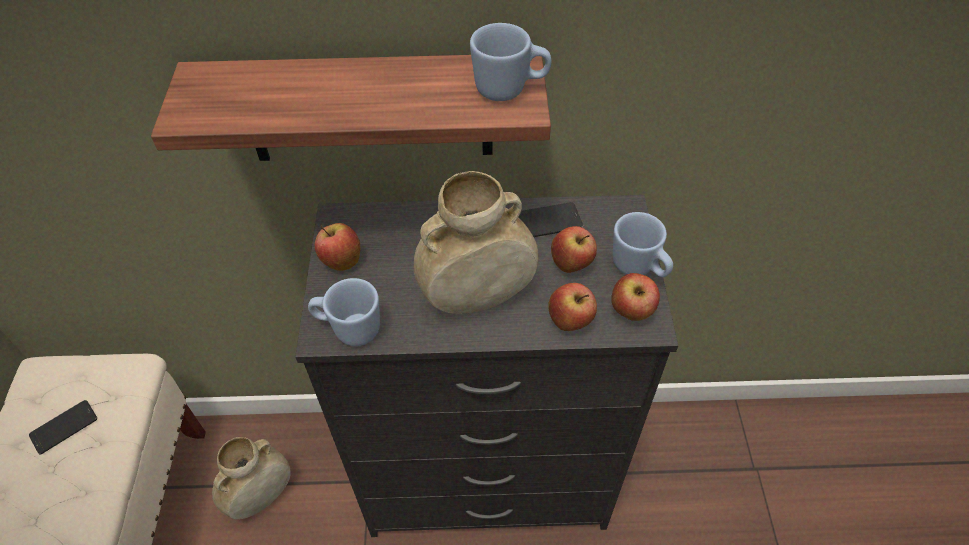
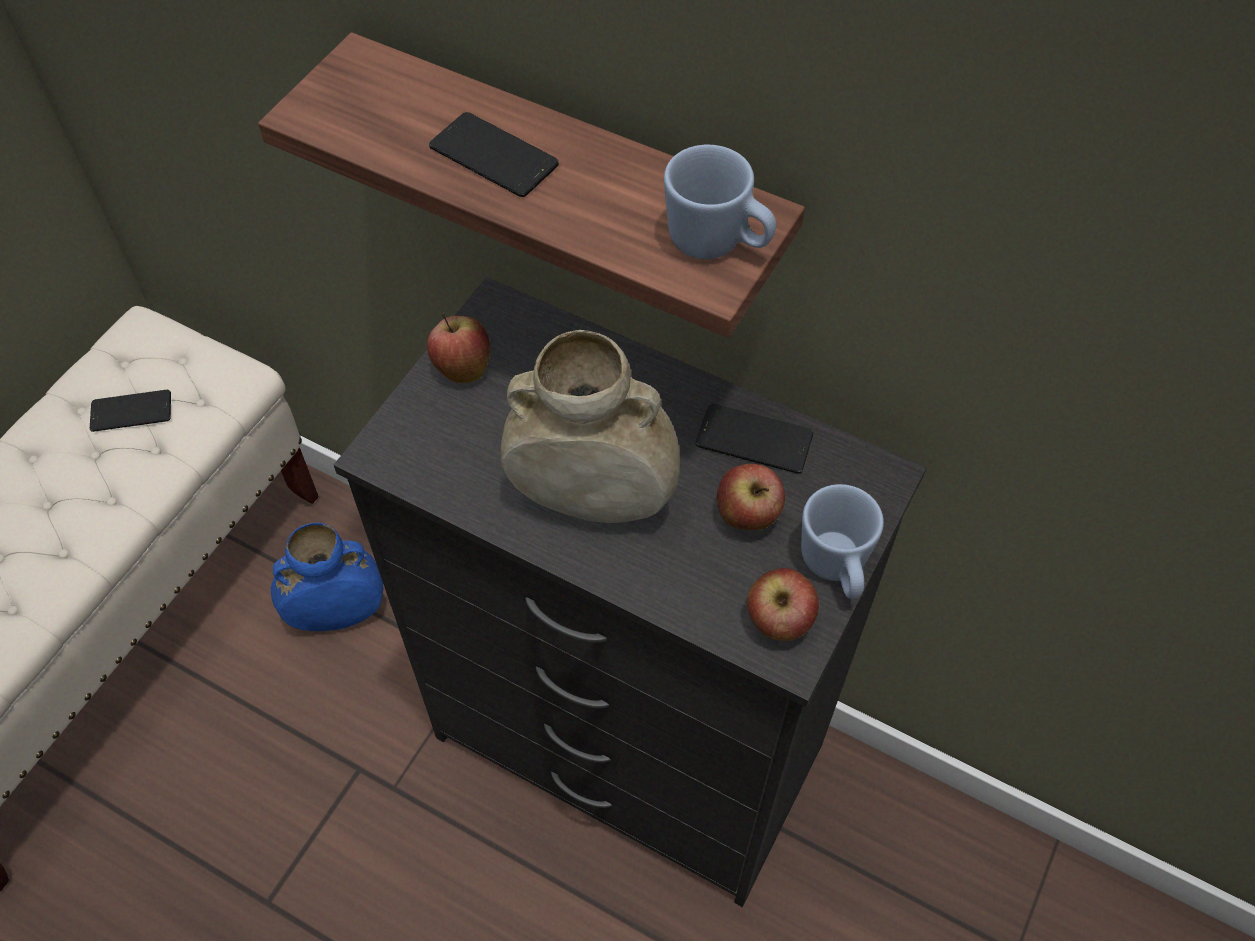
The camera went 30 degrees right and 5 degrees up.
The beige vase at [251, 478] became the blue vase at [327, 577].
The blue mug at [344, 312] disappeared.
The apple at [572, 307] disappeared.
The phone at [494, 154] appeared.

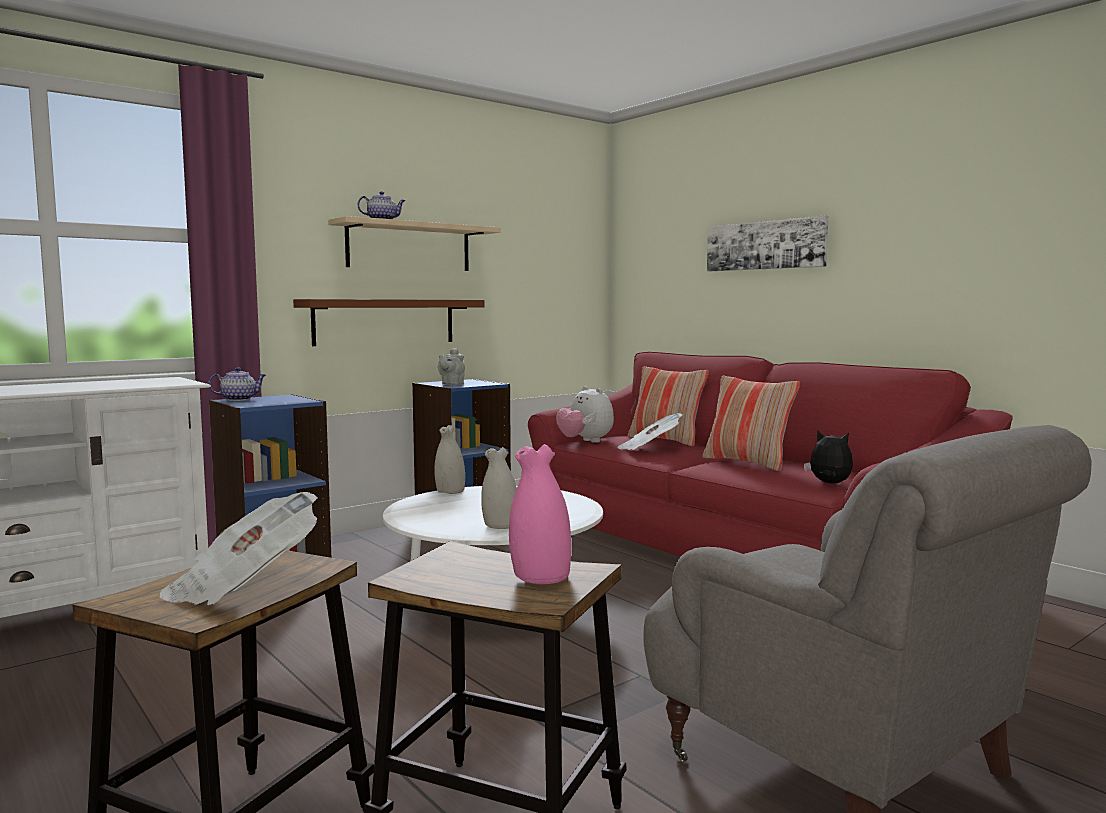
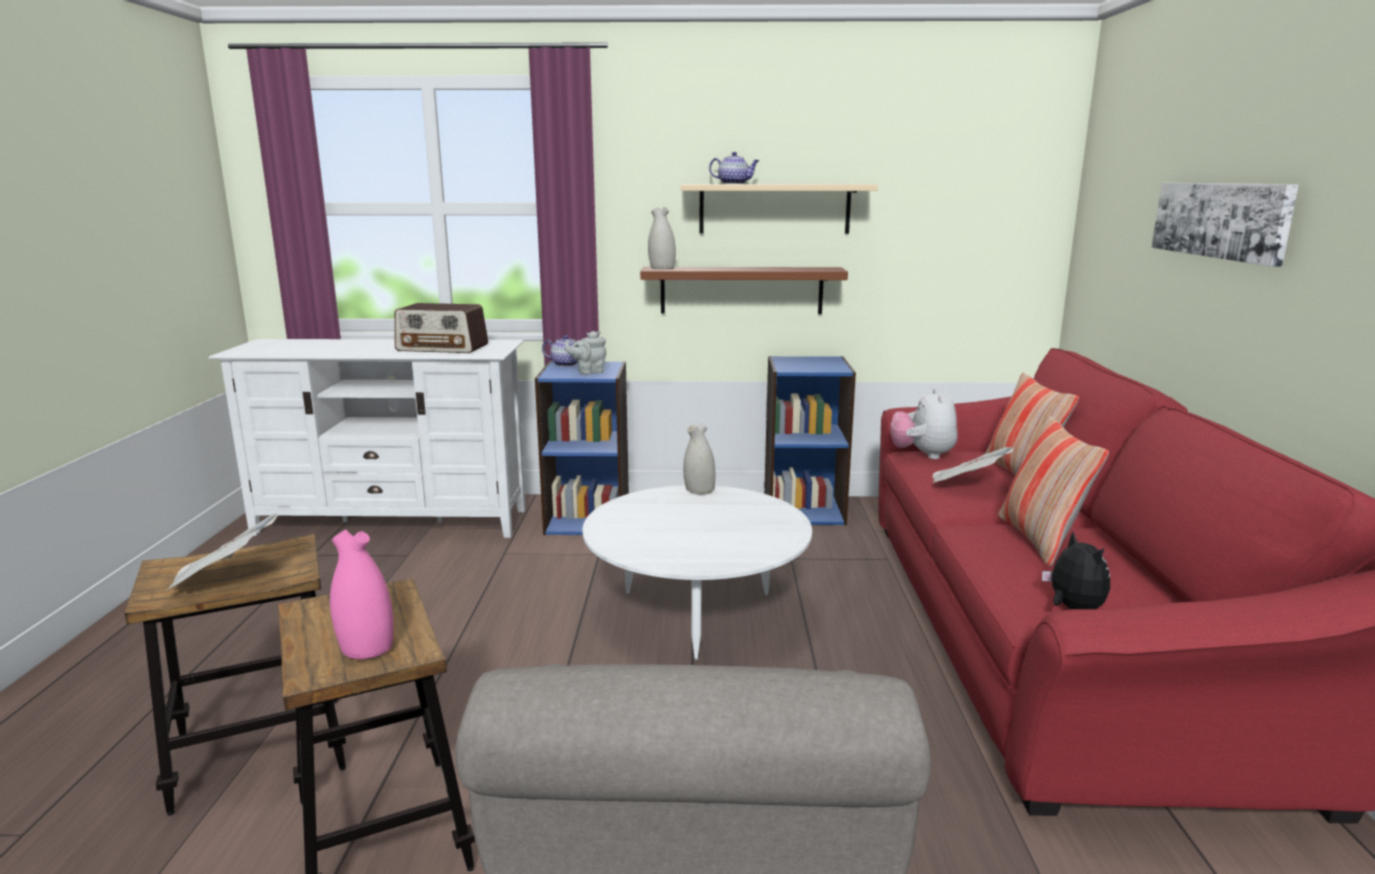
The camera went 40 degrees right and 10 degrees up.
The grey teapot moved from [451, 367] to [585, 353].
The white vase moved from [499, 488] to [662, 238].
The radio at [441, 328] appeared.

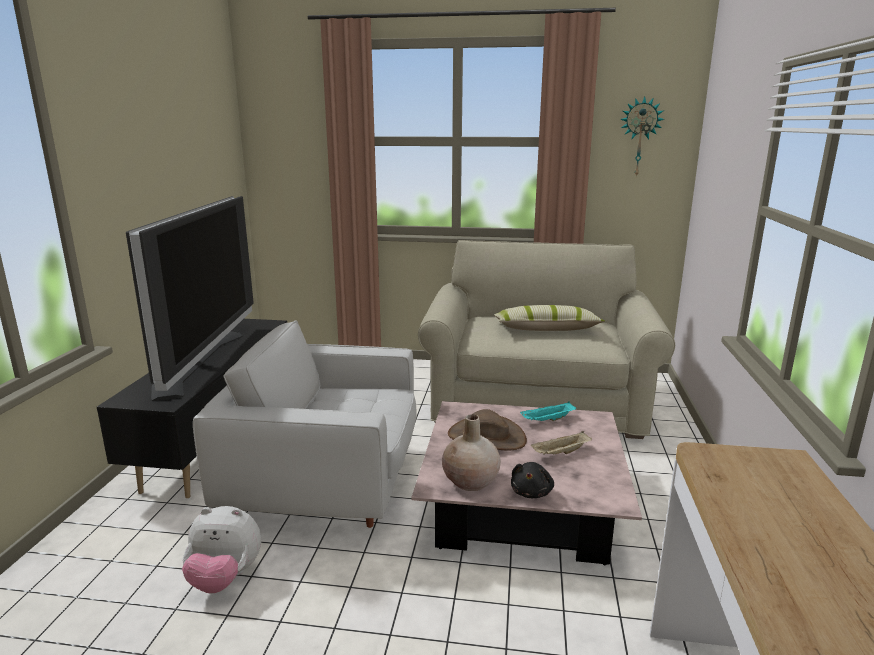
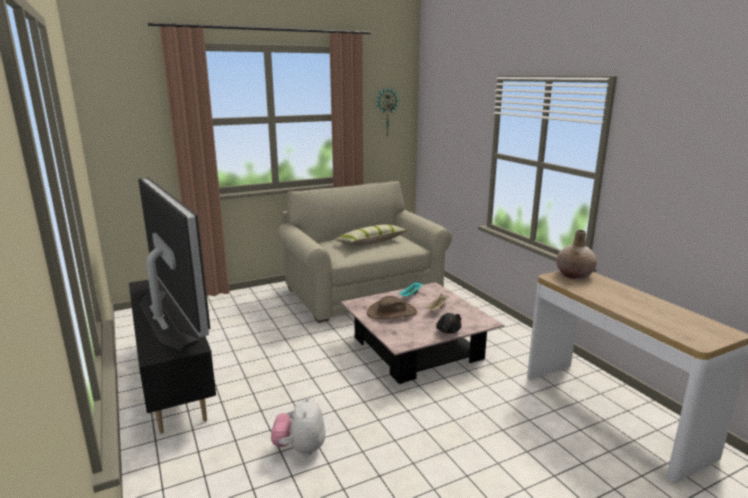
The camera went 35 degrees left and 0 degrees up.
The plush toy at [221, 549] turned 120 degrees clockwise.
The white armchair at [304, 424] disappeared.
The beige vase moved from [471, 452] to [576, 254].

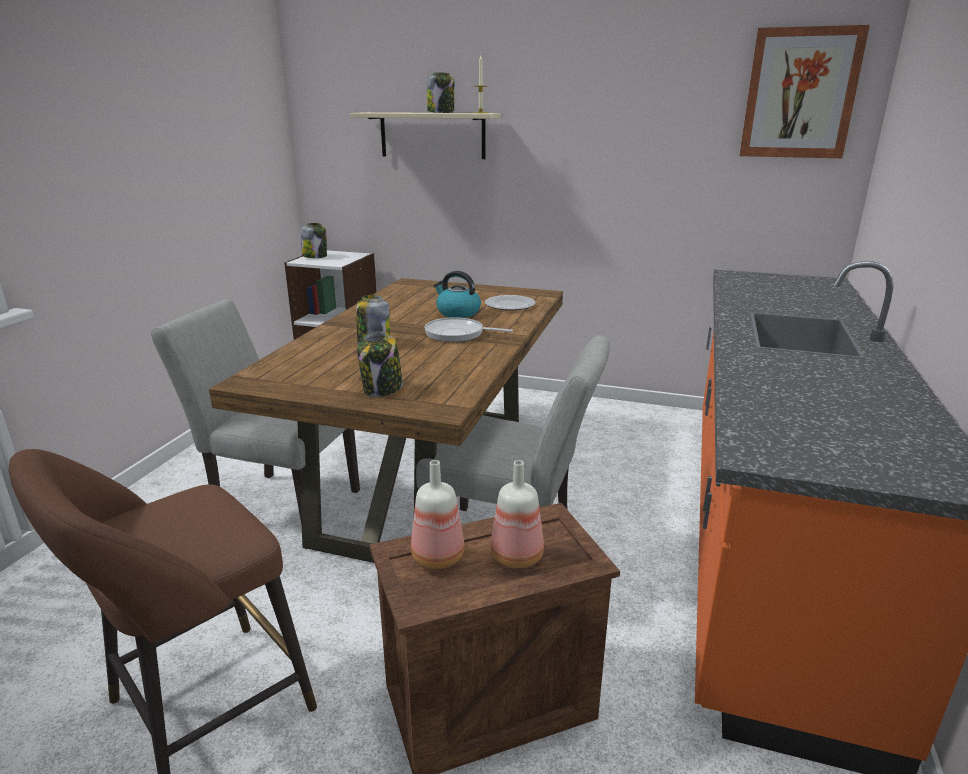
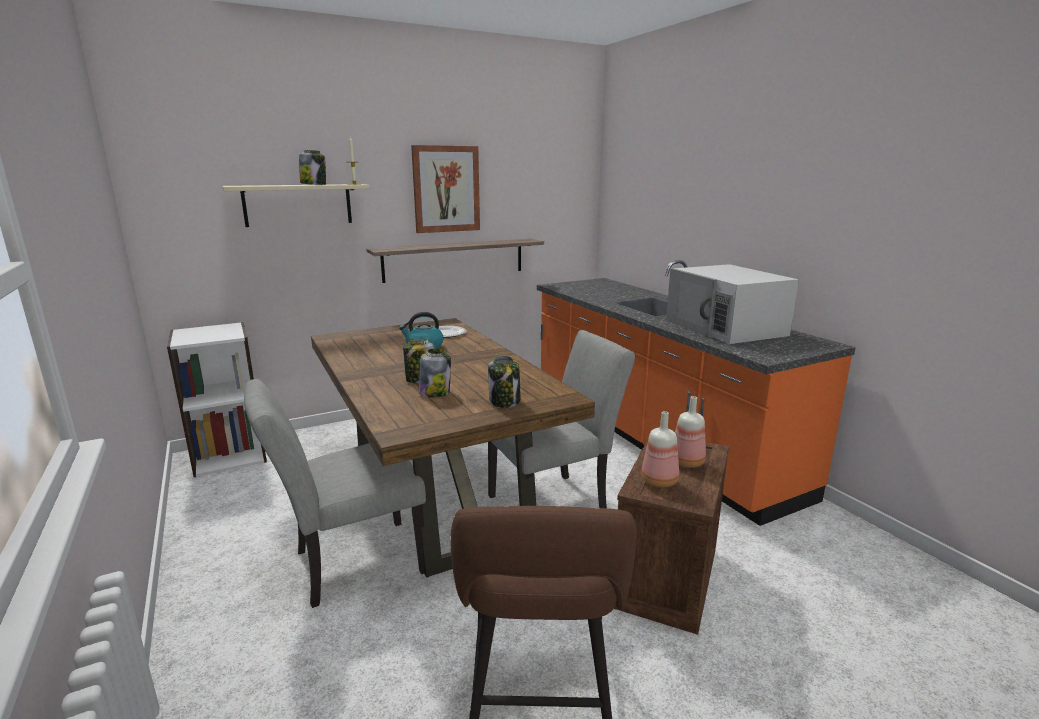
The camera went 45 degrees left and 5 degrees down.
The jar moved from [314, 240] to [435, 373].
The frying pan at [468, 329] disappeared.
The picture moved from [804, 91] to [445, 189].
The shelf at [455, 260] appeared.
The white microwave at [732, 304] appeared.

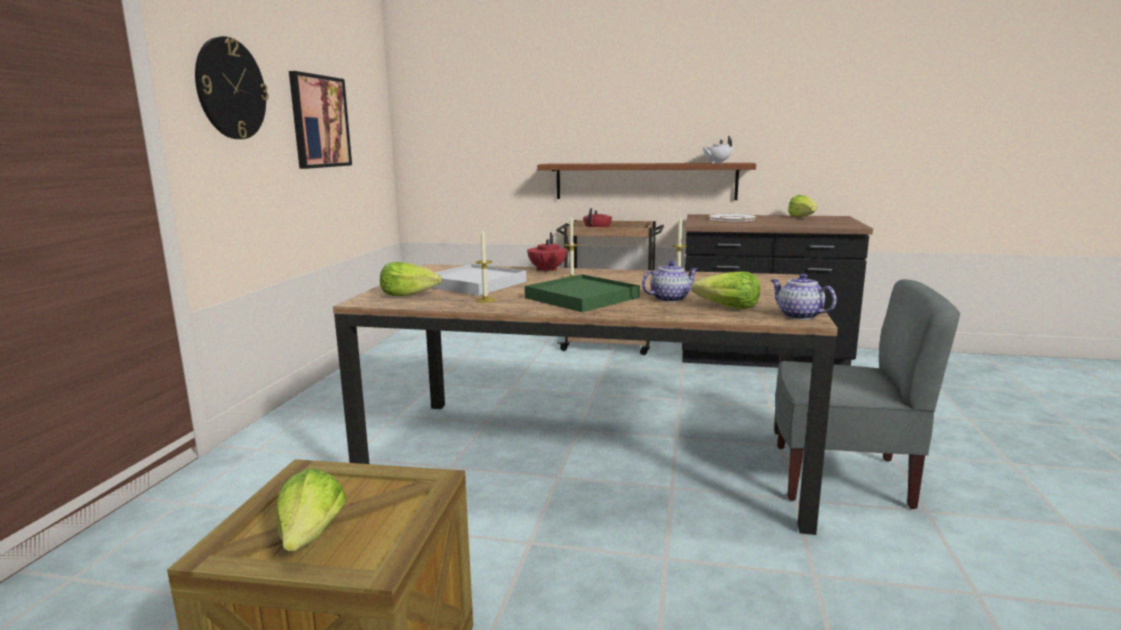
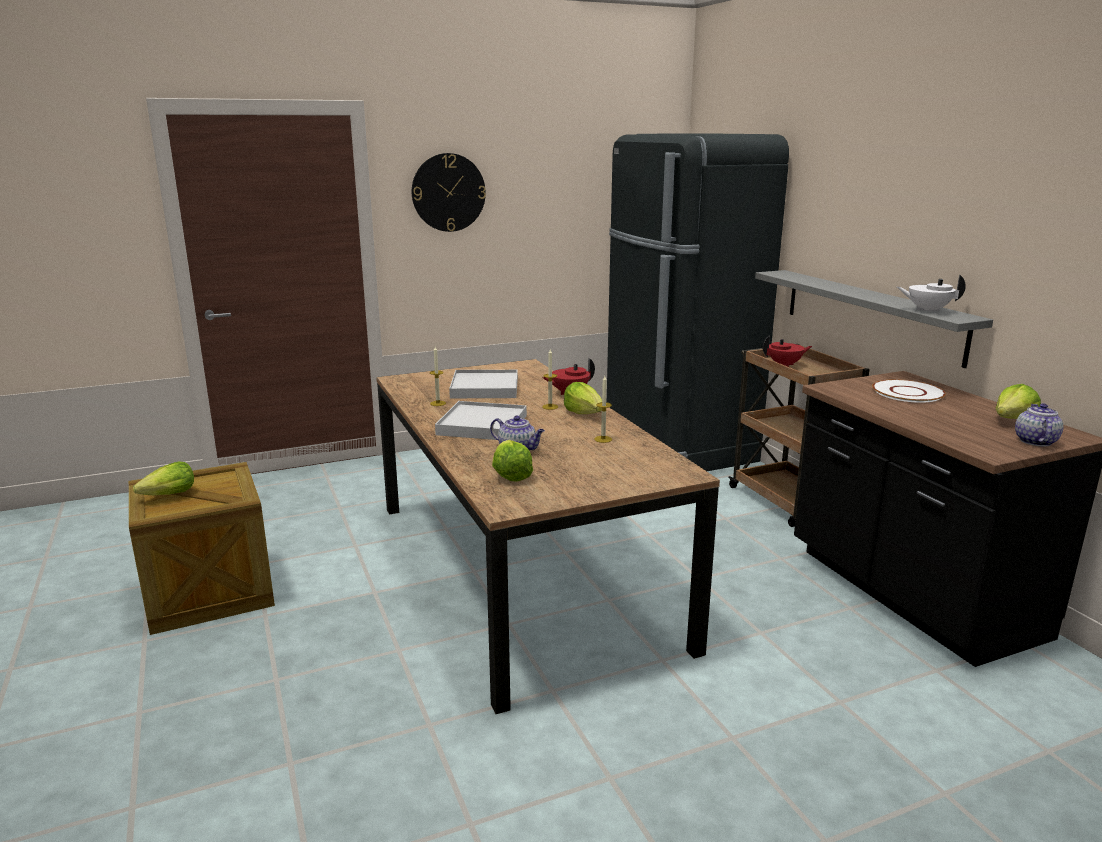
The camera went 55 degrees right and 5 degrees up.
The picture at [320, 120] disappeared.
The lettuce moved from [410, 279] to [583, 398].
The green tray at [582, 293] became the white tray at [481, 420].
The brown shelf at [646, 181] became the grey shelf at [874, 319].
The teapot moved from [804, 296] to [1039, 425].
The grey chair at [867, 394] disappeared.
The black fridge at [698, 302] appeared.

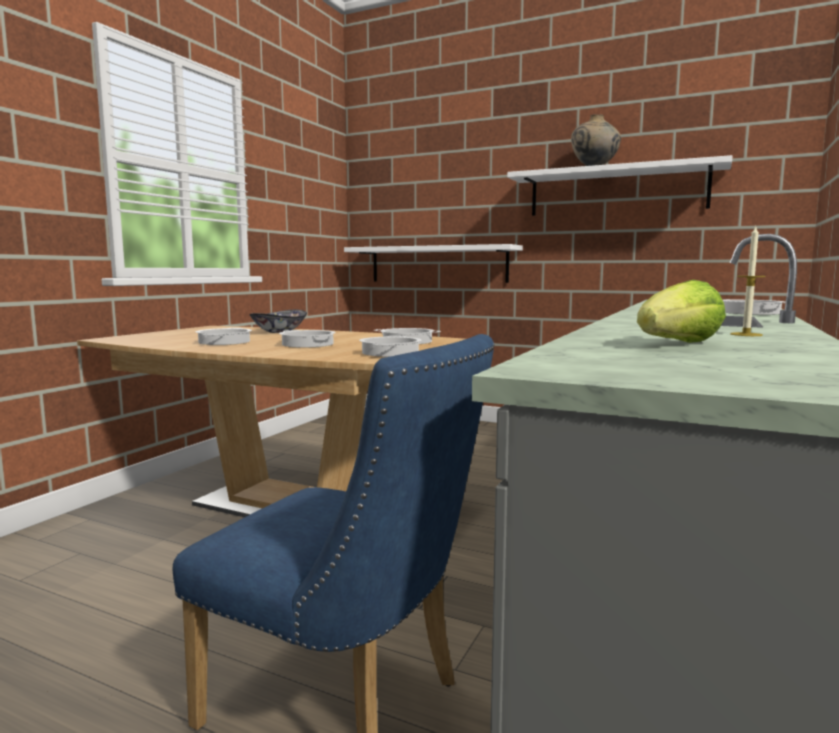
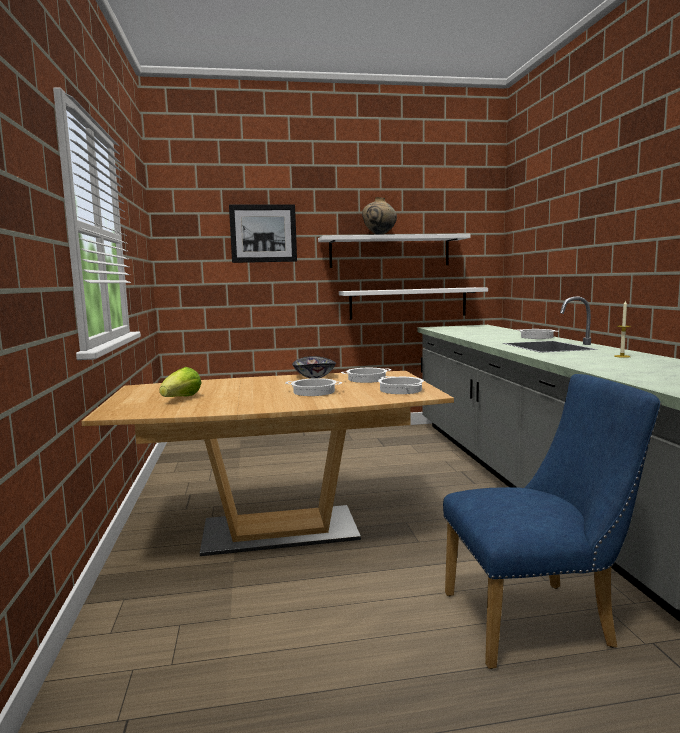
The camera went 35 degrees left and 0 degrees up.
The cooking pot at [223, 336] disappeared.
The bowl moved from [278, 321] to [314, 367].
The white shelf moved from [433, 263] to [413, 303].
The lettuce moved from [681, 311] to [180, 382].
The picture at [263, 233] appeared.

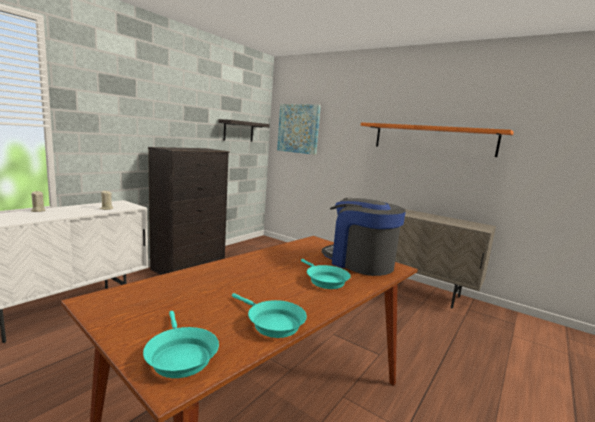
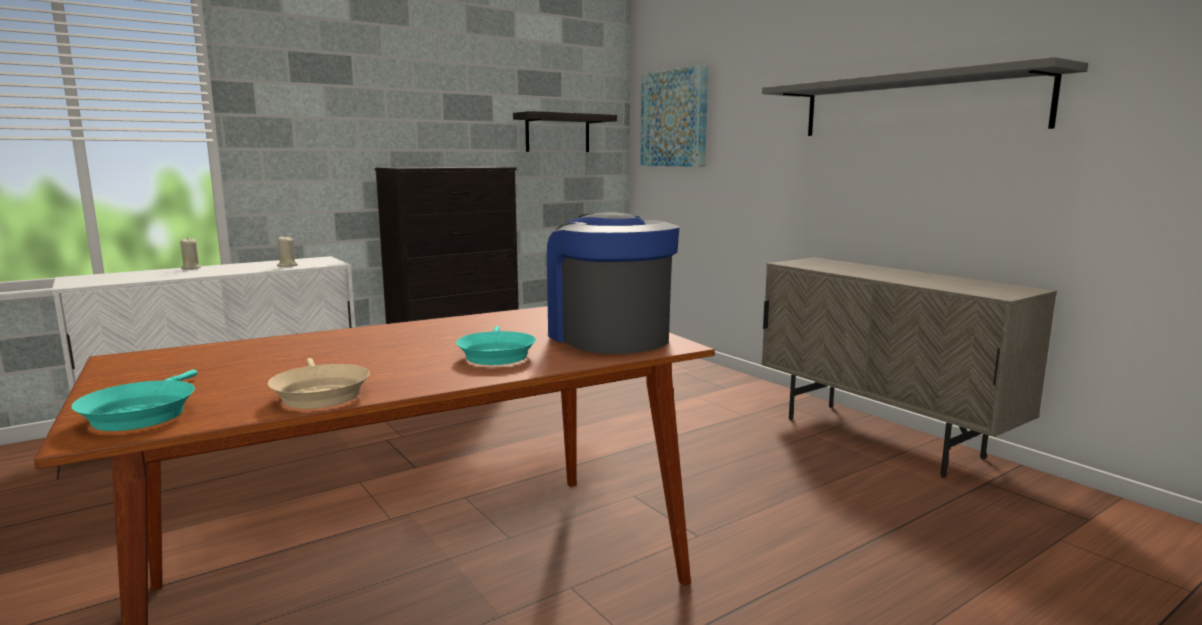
The camera went 20 degrees right and 0 degrees up.
The turquoise frying pan at [269, 315] became the beige frying pan at [319, 383].
The orange shelf at [437, 139] became the grey shelf at [925, 96].

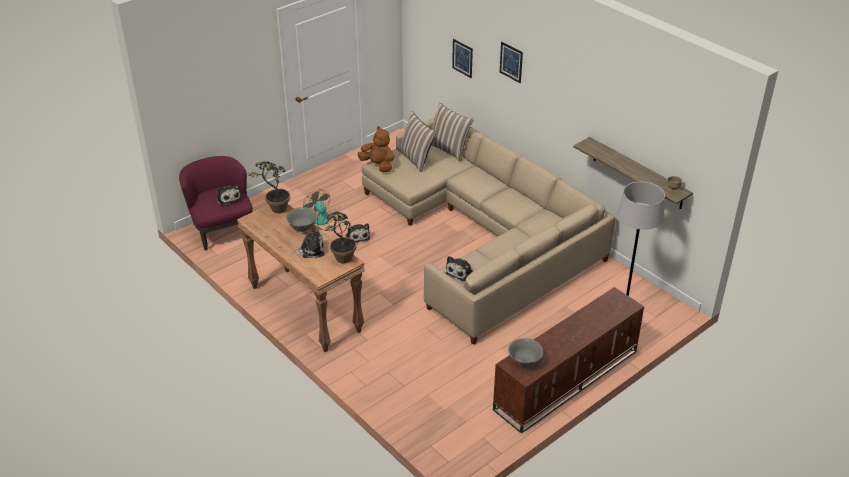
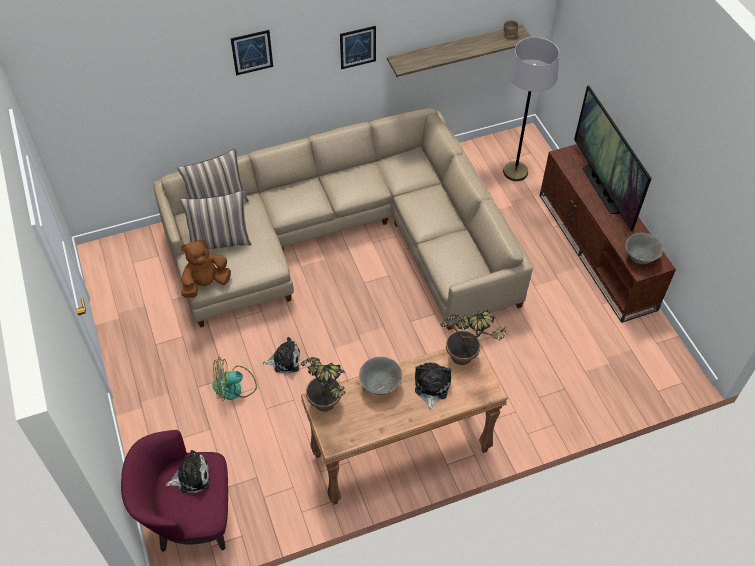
The camera went 70 degrees left and 15 degrees up.
The plush toy at [459, 268] disappeared.
The picture moved from [462, 58] to [358, 47].
The television at [613, 158] appeared.

